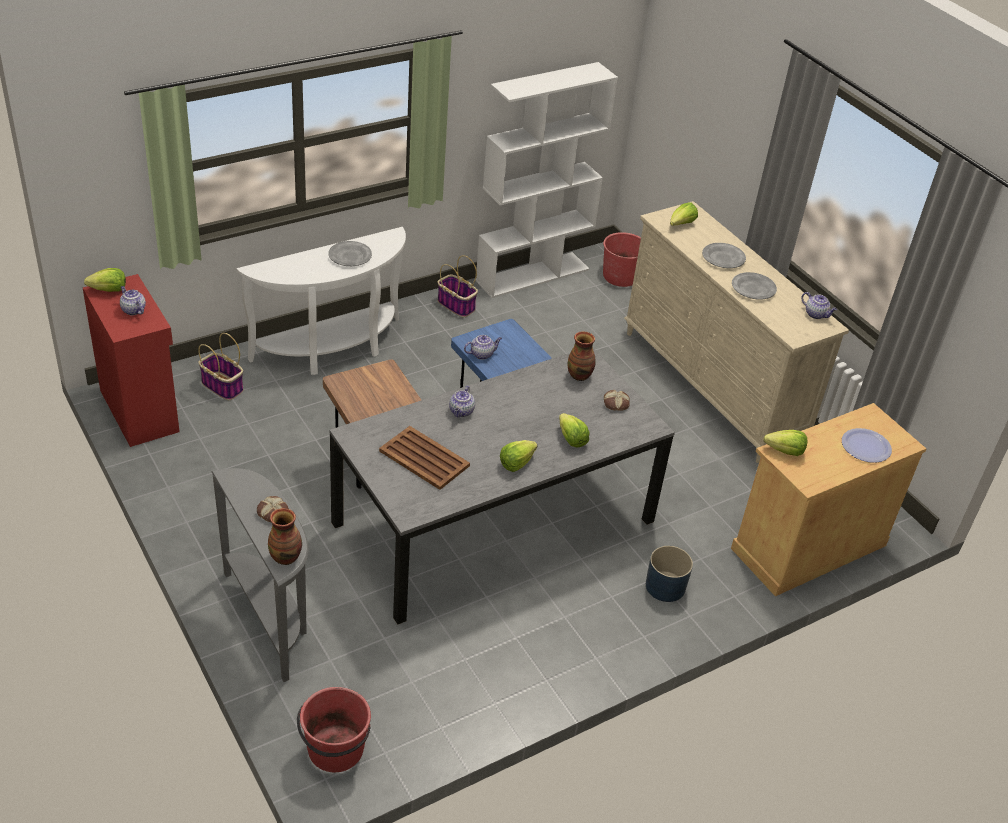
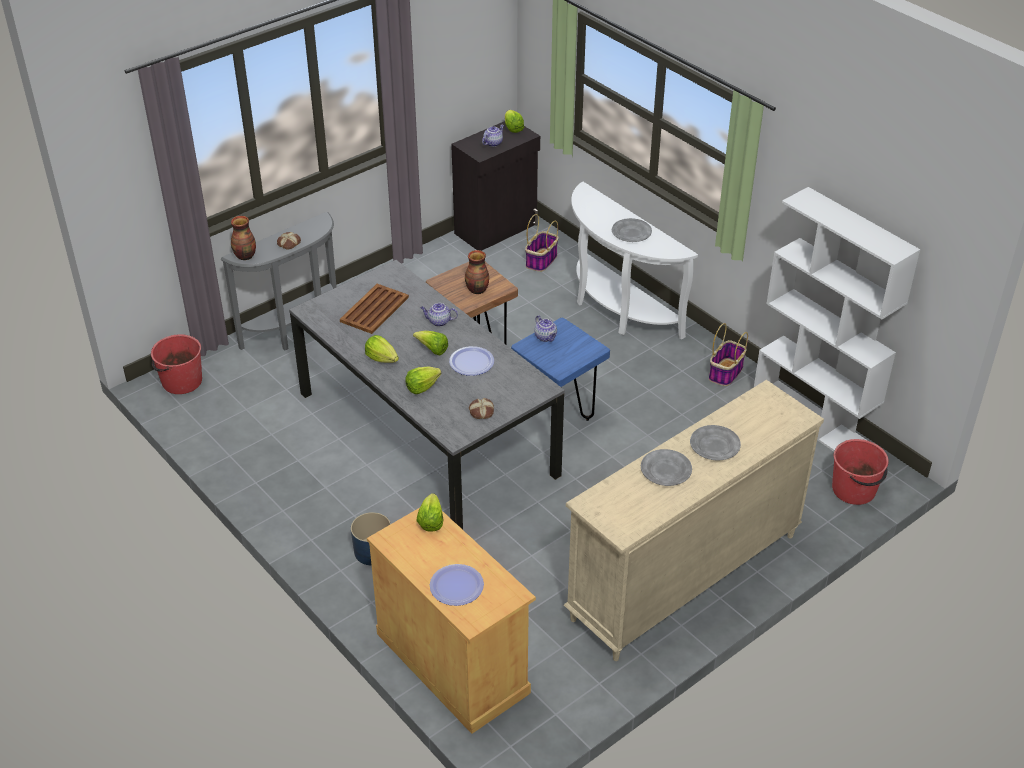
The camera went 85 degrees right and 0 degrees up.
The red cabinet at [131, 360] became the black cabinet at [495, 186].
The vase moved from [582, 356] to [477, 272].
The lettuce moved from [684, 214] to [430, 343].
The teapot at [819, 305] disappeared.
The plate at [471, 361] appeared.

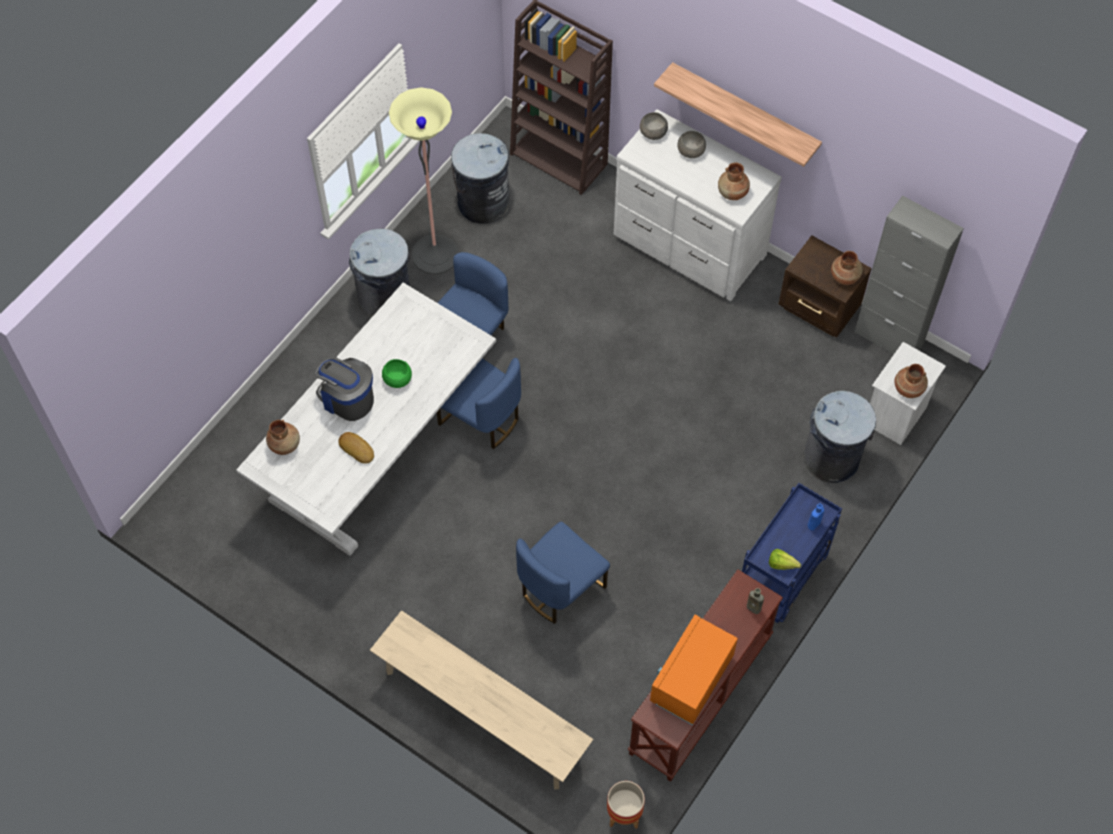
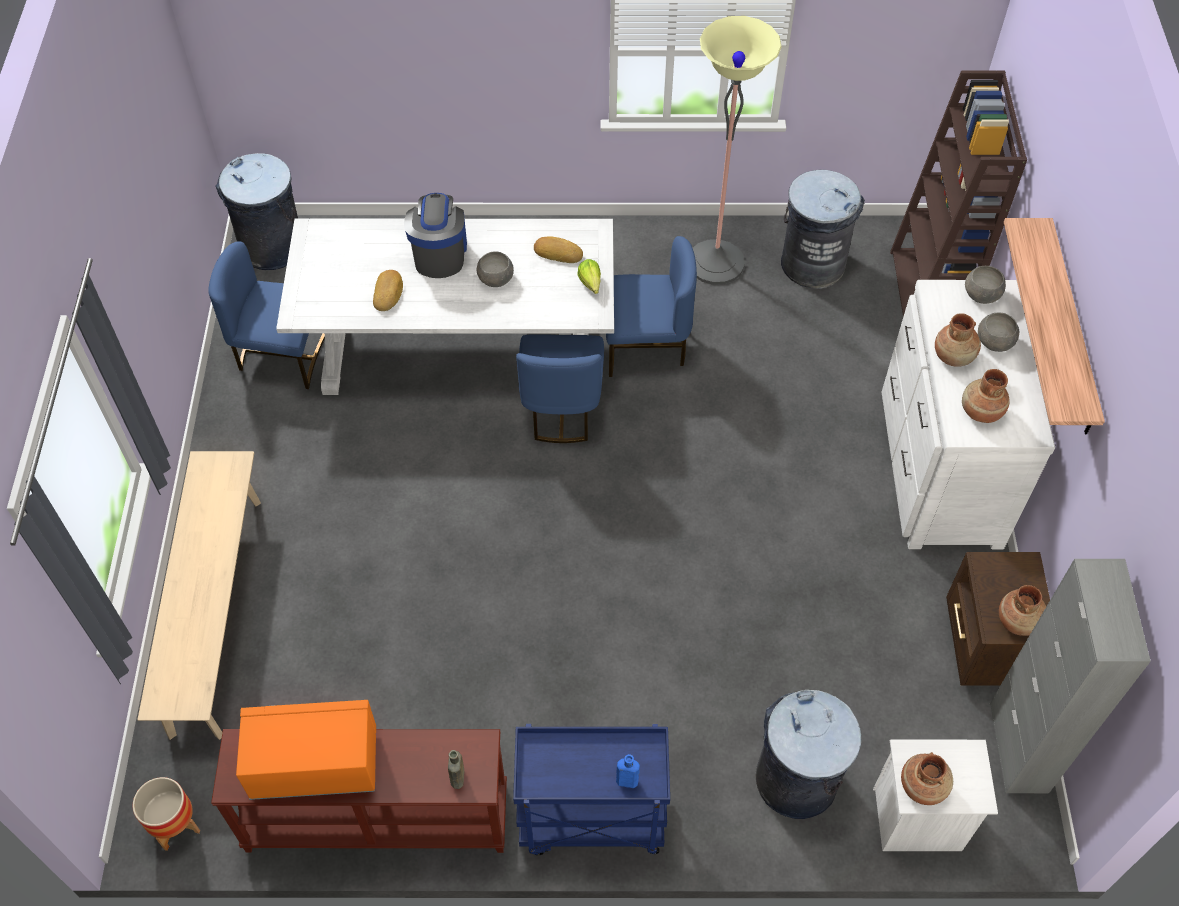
The camera went 55 degrees right and 5 degrees down.
The brown vase moved from [283, 437] to [958, 340].
The grey trash can moved from [379, 273] to [256, 211].
The green bowl at [397, 373] became the grey bowl at [495, 269].
The blue chair moved from [563, 572] to [266, 315].
The lettuce moved from [785, 559] to [589, 276].
The bread at [558, 250] appeared.

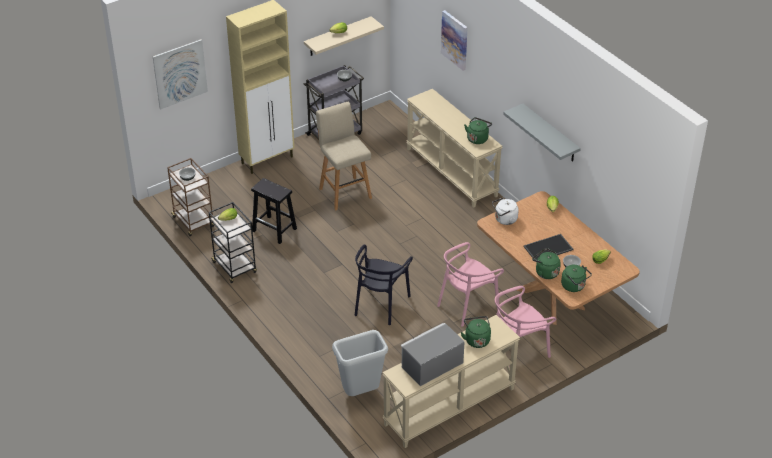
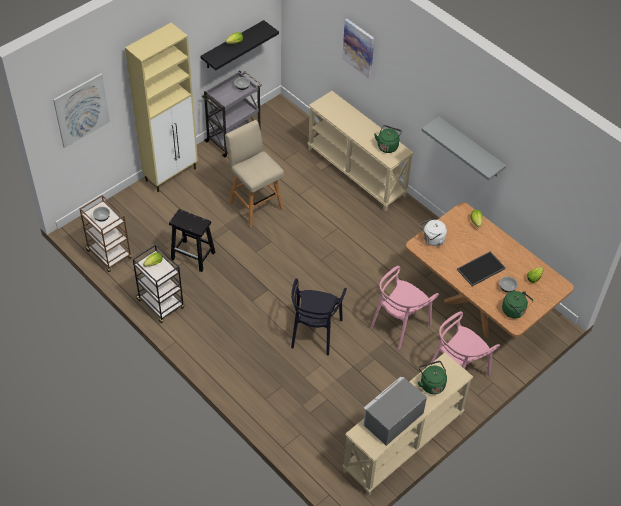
The camera went 10 degrees left and 10 degrees up.
The beige shelf at [344, 36] became the black shelf at [239, 45].
The grey trash can at [360, 363] disappeared.
The green kettle at [546, 263] disappeared.

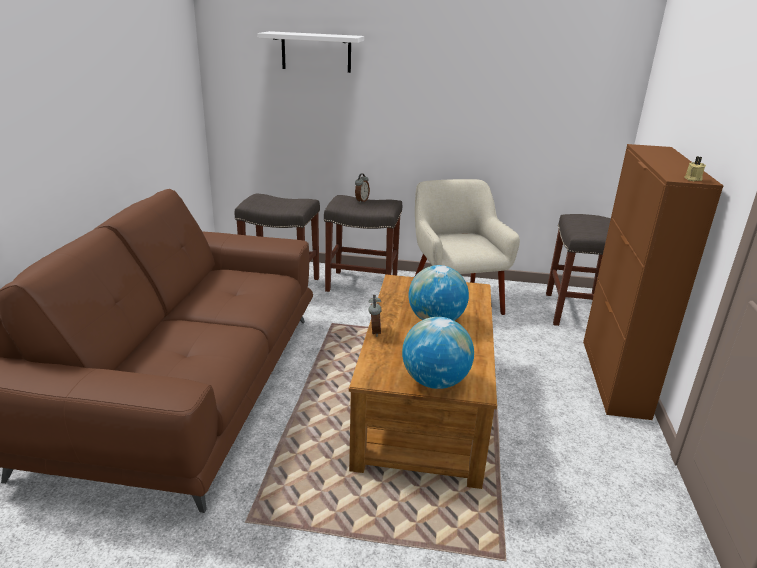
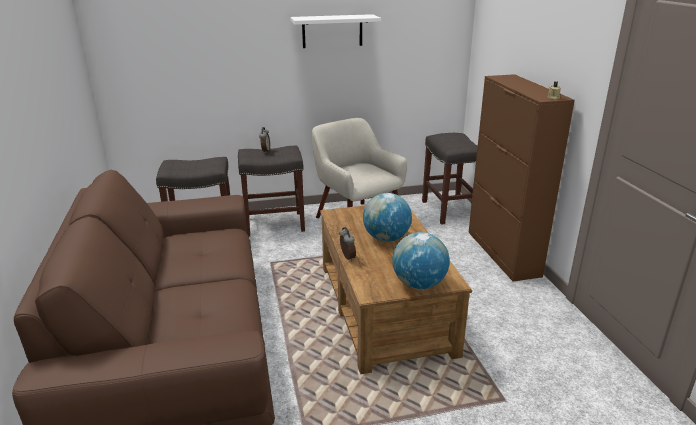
The camera went 20 degrees left and 0 degrees up.
The white shelf moved from [311, 52] to [335, 31].

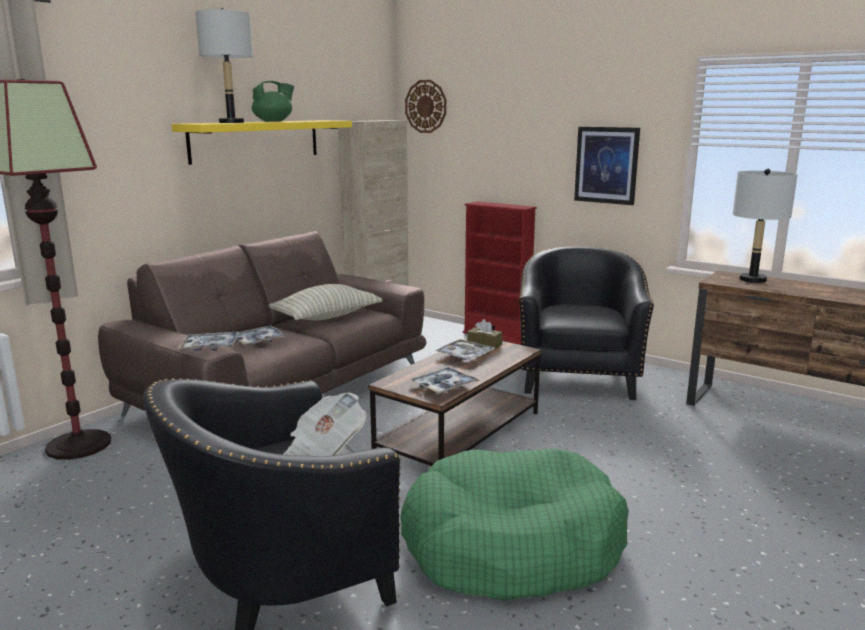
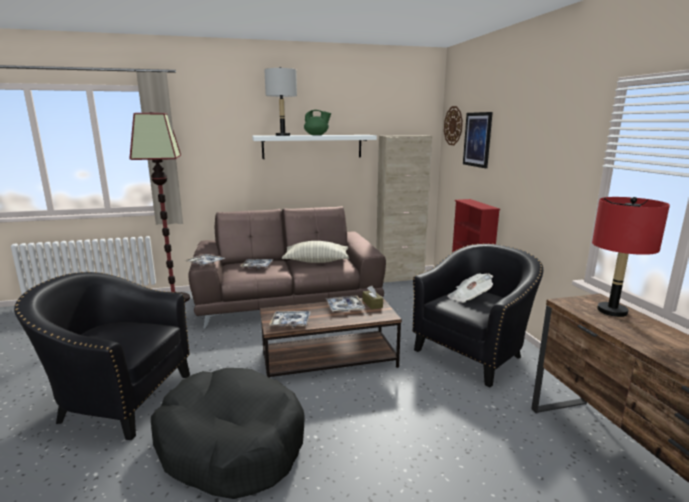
The camera went 40 degrees right and 0 degrees up.
The yellow shelf at [262, 142] became the white shelf at [314, 147].
The newspaper moved from [324, 424] to [470, 288].
The green dog bed at [514, 524] became the black dog bed at [228, 433].
The picture moved from [607, 166] to [478, 140].
The grey table lamp at [765, 226] became the red table lamp at [631, 257].

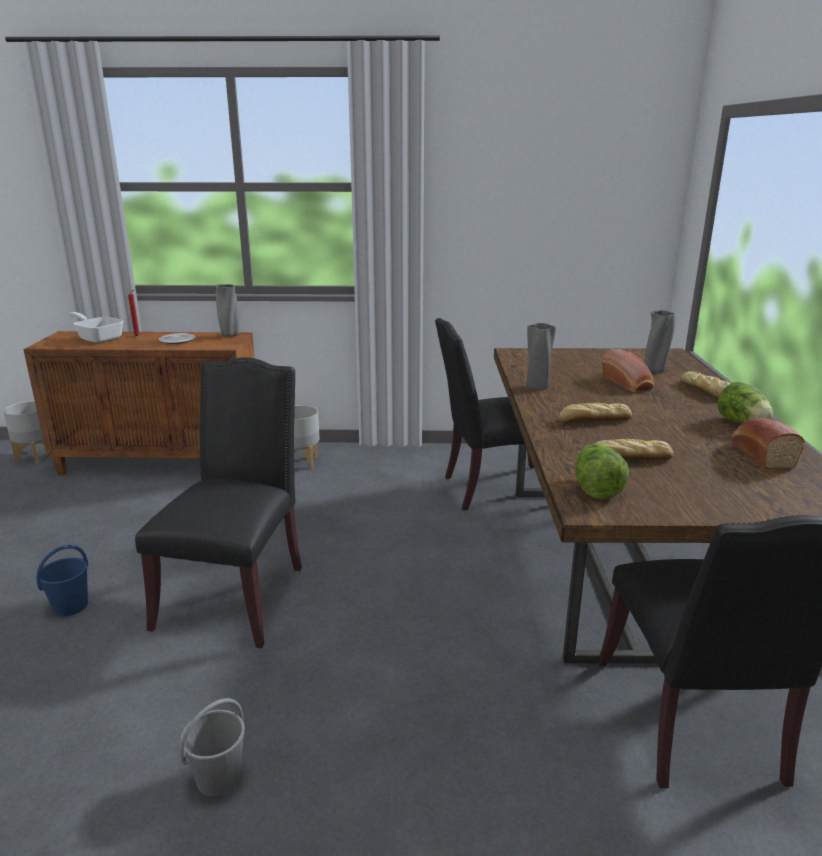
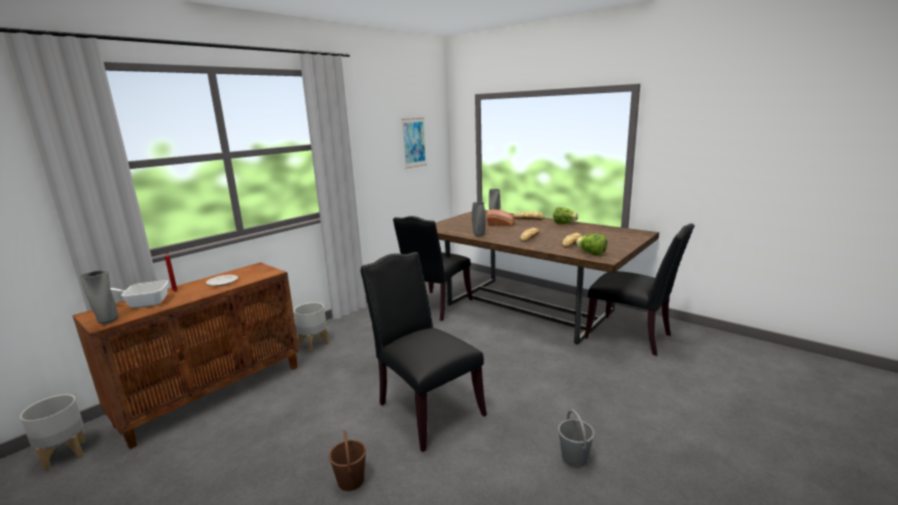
The camera went 50 degrees left and 5 degrees down.
The blue bucket at [62, 580] became the brown bucket at [347, 460].
The grey vase moved from [227, 310] to [99, 297].
The bread at [768, 443] disappeared.
The picture at [414, 143] appeared.

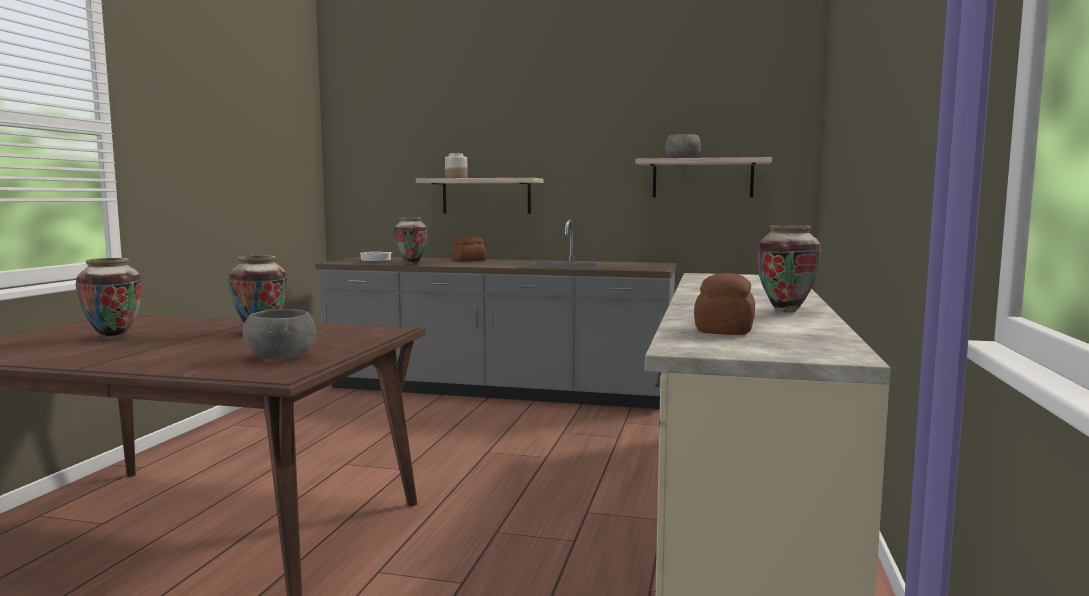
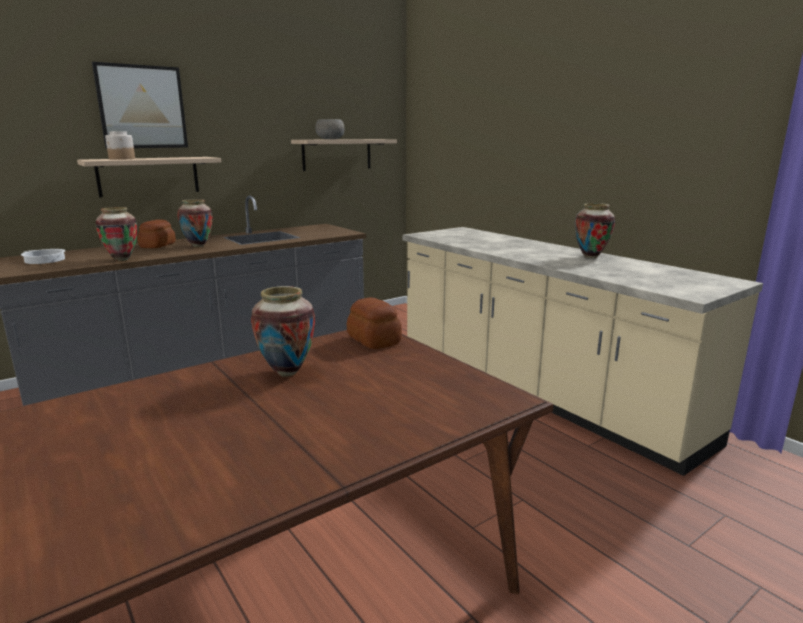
The camera went 50 degrees left and 10 degrees up.
The vase moved from [108, 298] to [194, 223].
The grey bowl at [279, 334] disappeared.
The bread moved from [724, 304] to [374, 323].
The picture at [140, 105] appeared.

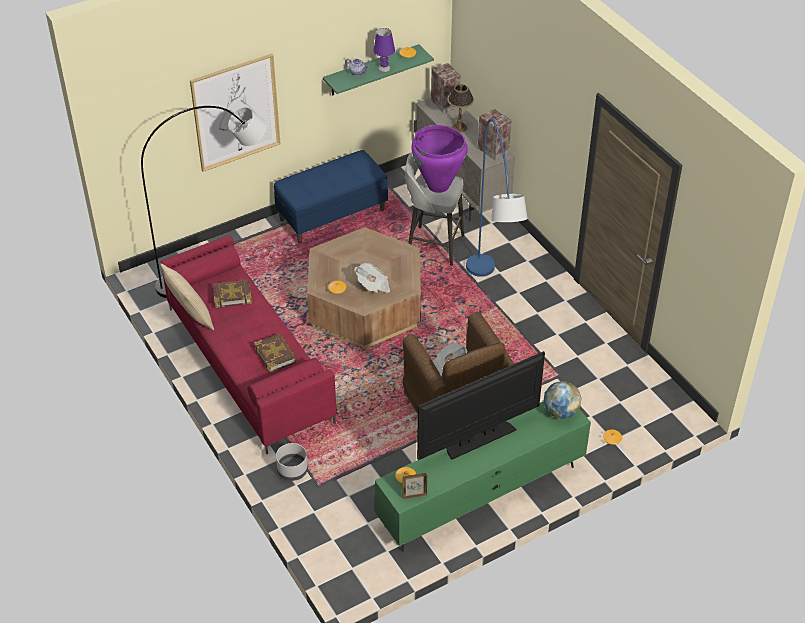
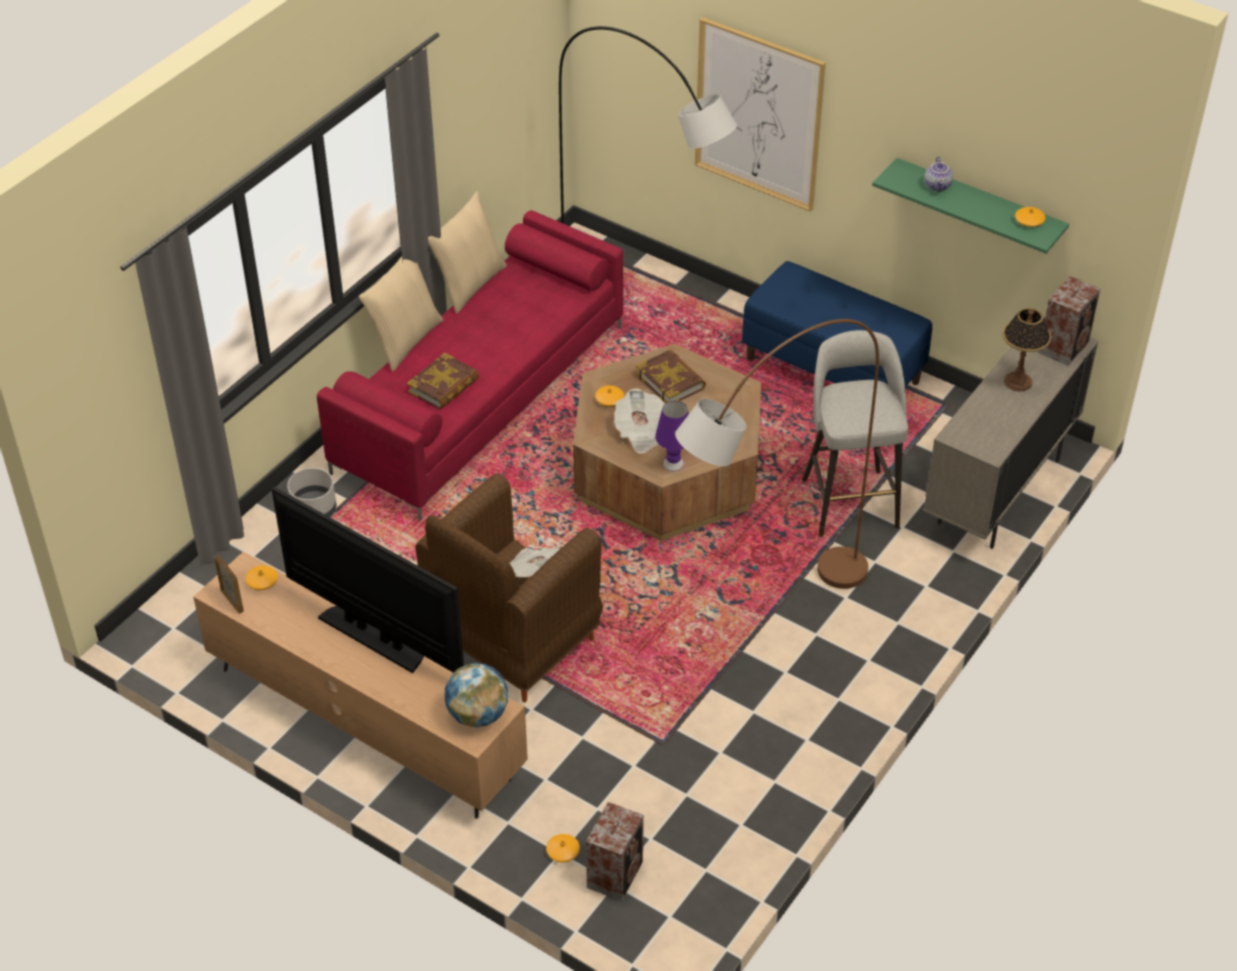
The camera went 65 degrees right and 0 degrees up.
The book moved from [232, 293] to [671, 376].
The purple table lamp moved from [384, 50] to [672, 436].
The green tv stand at [483, 477] became the brown tv stand at [360, 685].
The purple vase at [440, 159] disappeared.
The blue floor lamp at [497, 198] became the brown floor lamp at [777, 454].
The speaker moved from [494, 134] to [615, 851].
The beige pillow at [401, 314] appeared.

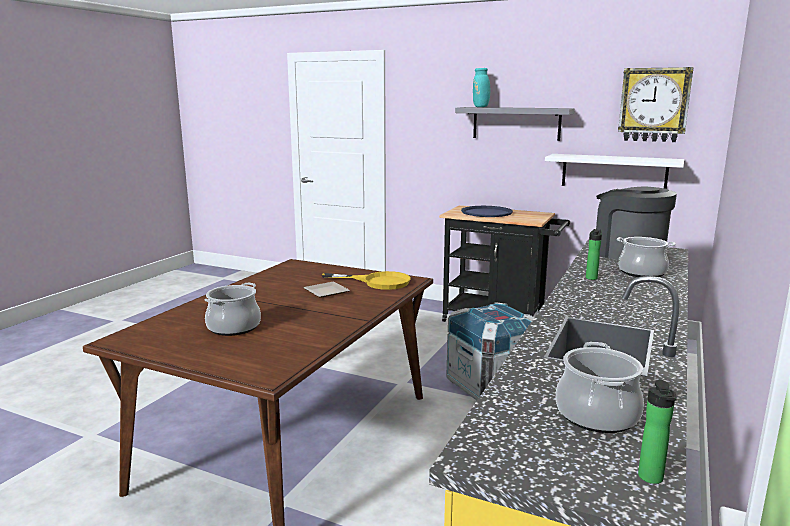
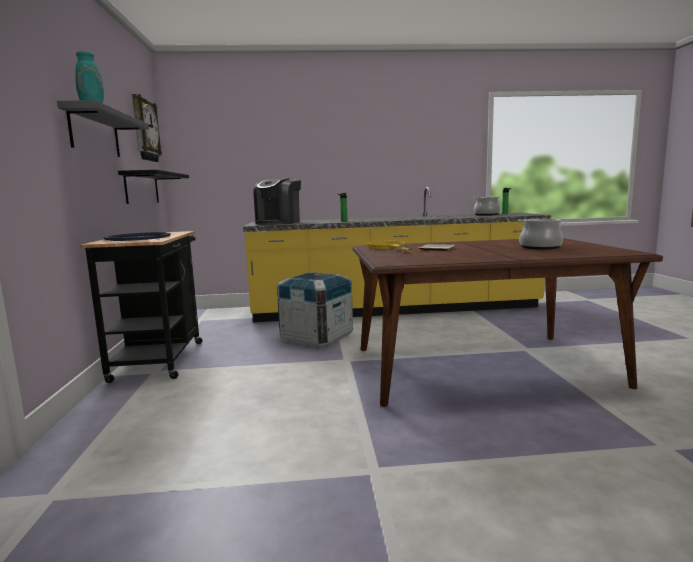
The camera went 120 degrees left and 5 degrees down.
The white shelf at [614, 171] became the black shelf at [153, 187].
The cooking pot at [646, 257] disappeared.

